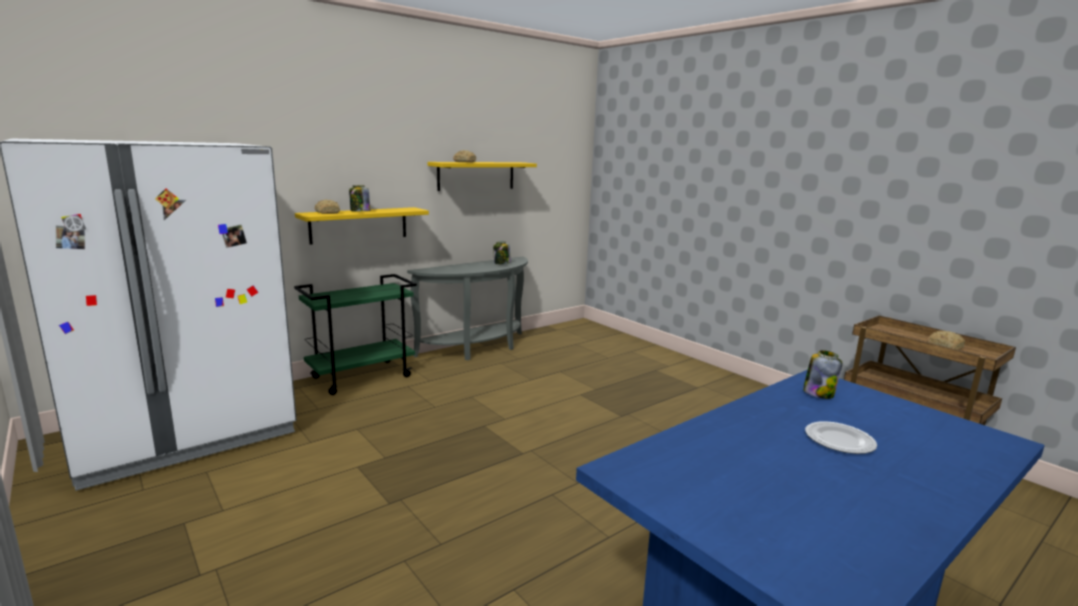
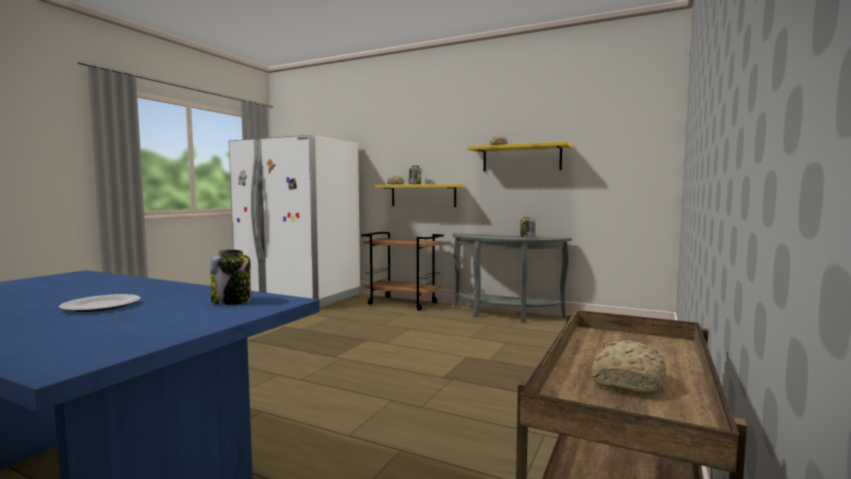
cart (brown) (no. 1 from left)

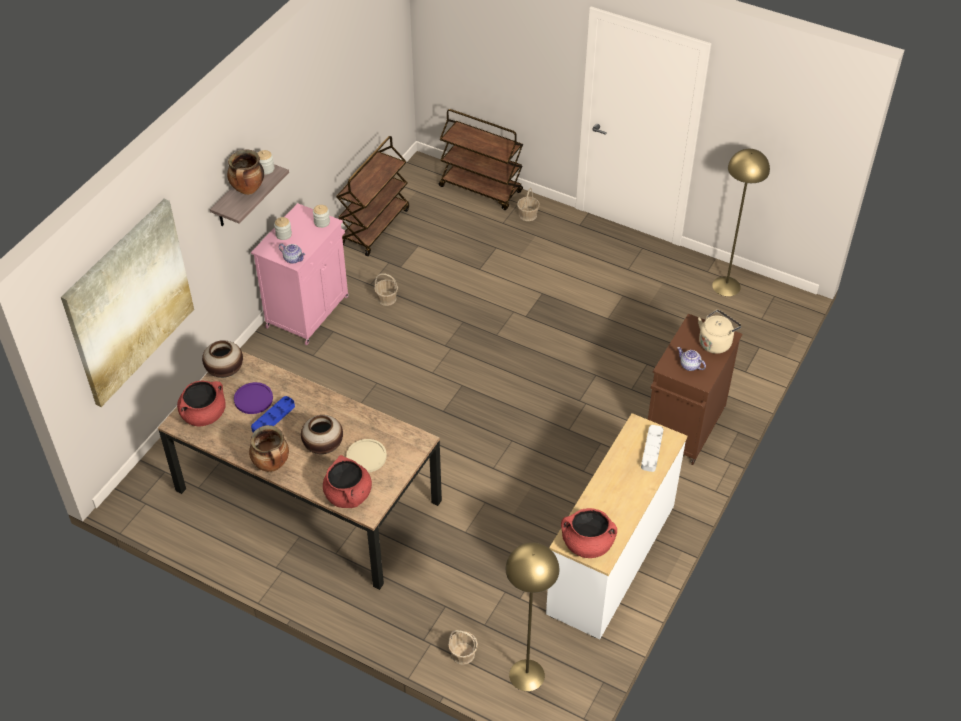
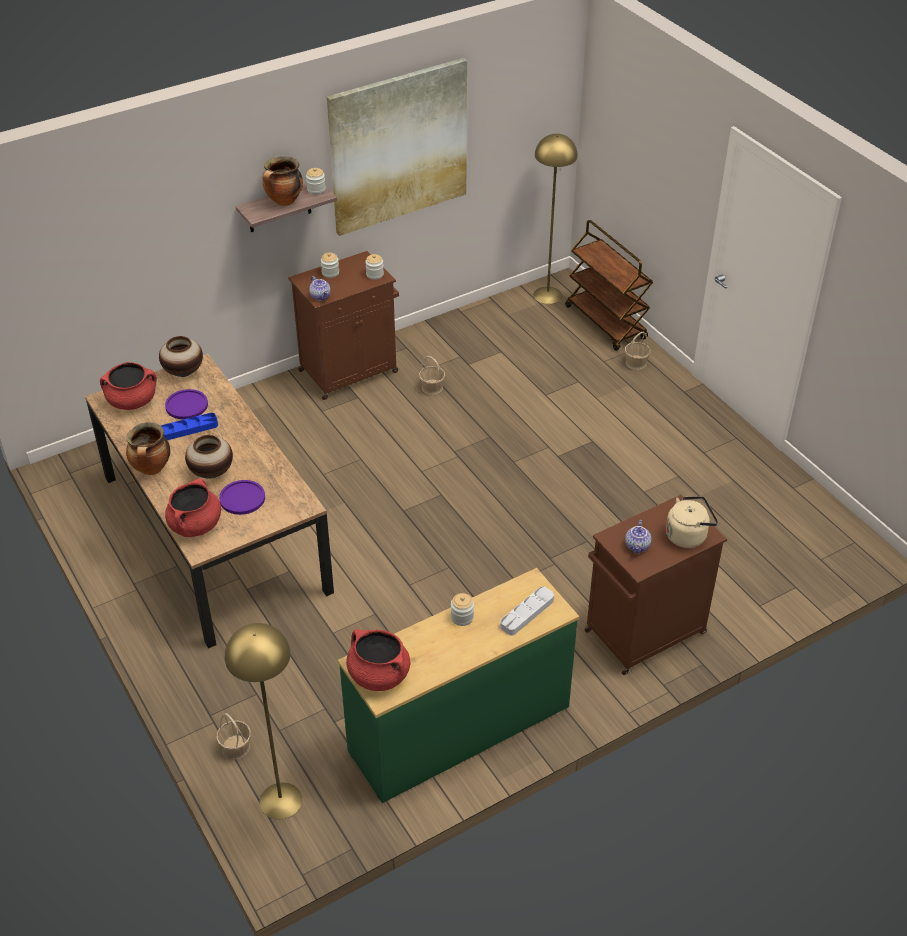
cart (brown) (no. 1 from left in the first image)
storage jar (no. 4 from left)
wall art
standard lamp (yellow) (no. 2 from left)
cabinet (brown) (no. 1 from left)
plate (purple-coloured) (no. 2 from left)
dresser (green-coloured)
tea pot (no. 2 from left)

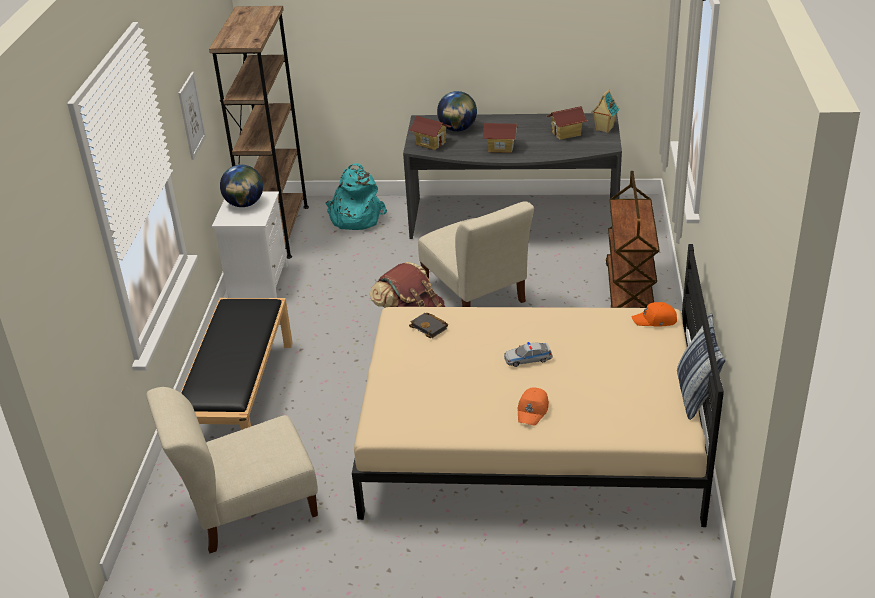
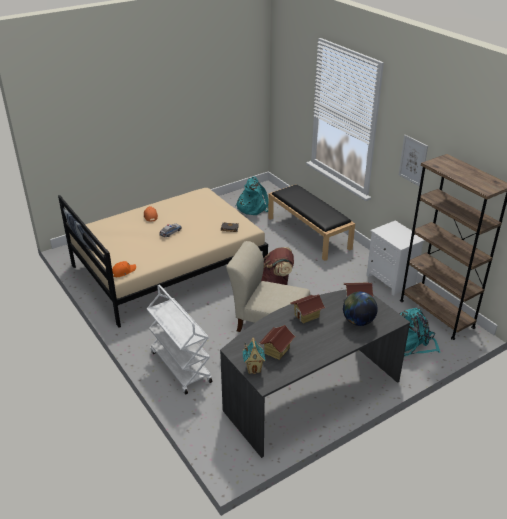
globe (no. 1 from left in the first image)
rucksack (turquoise-coloured) (no. 1 from left)
cart (white)

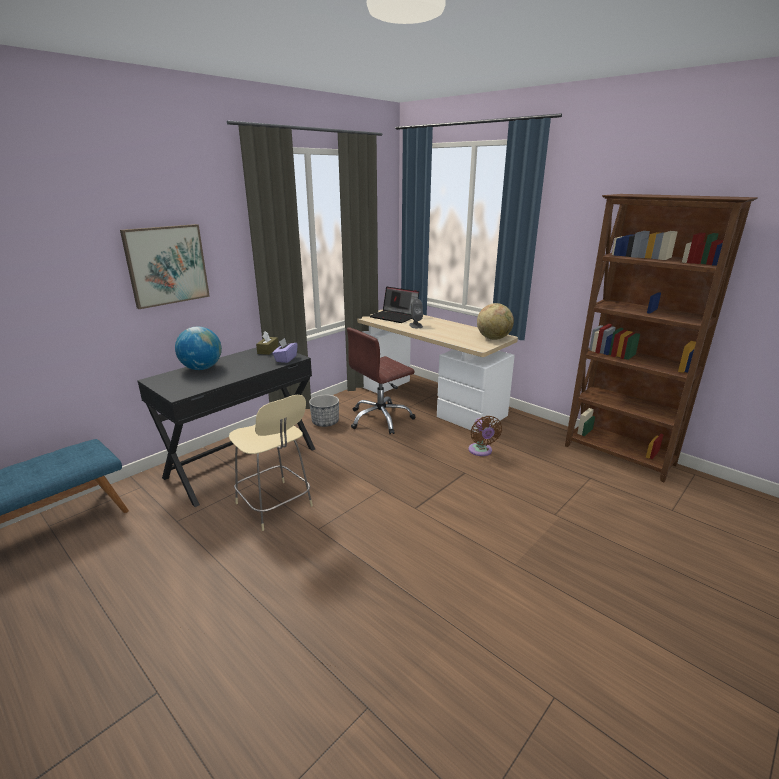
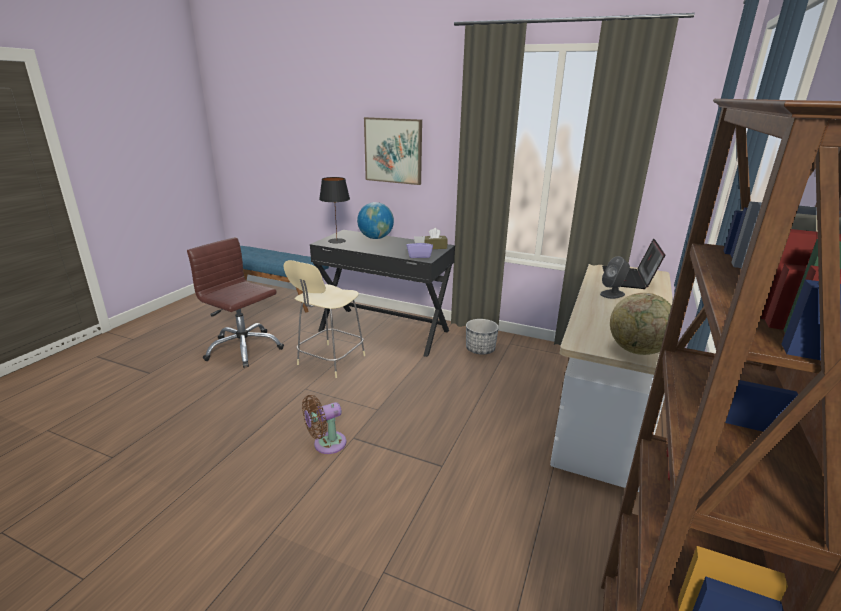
tabletop lamp (black-coloured)
computer chair (brown)
cooling fan (brown)

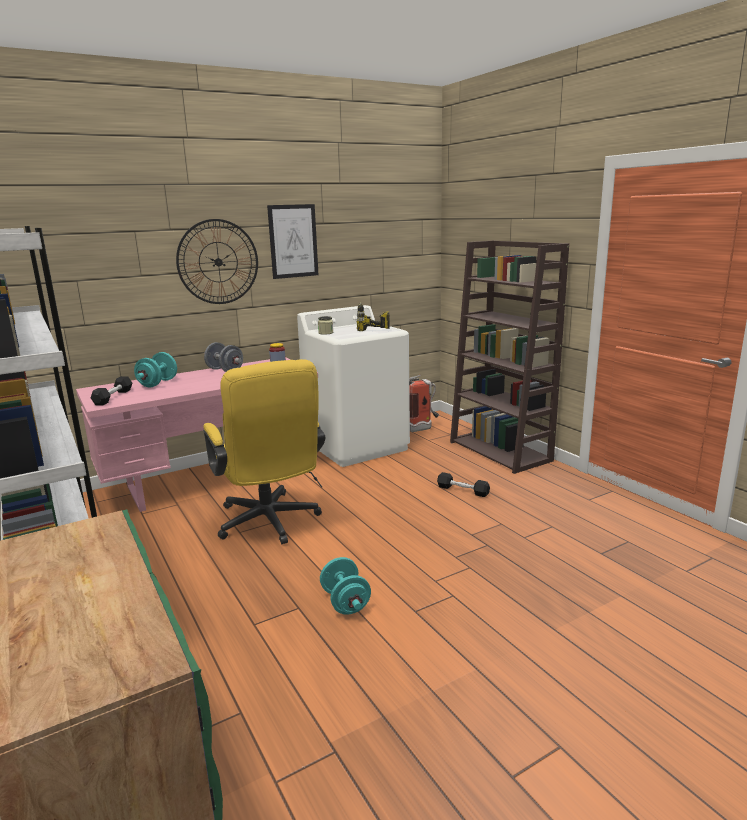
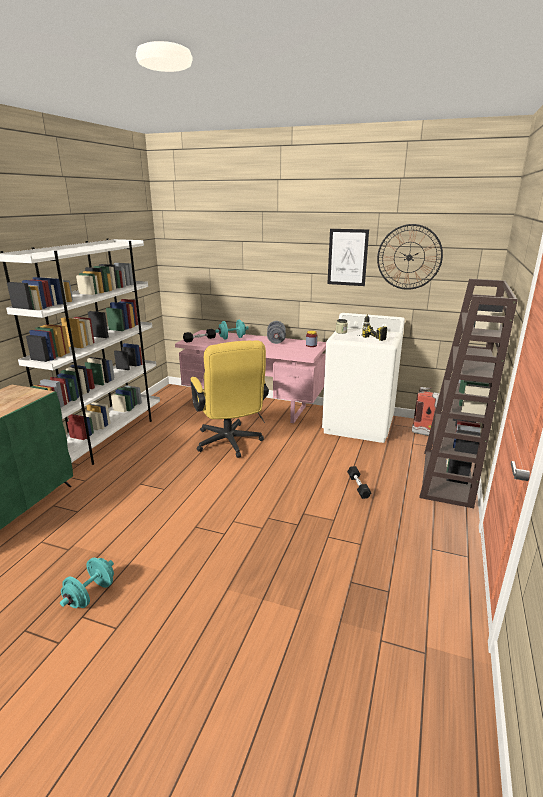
clock on the wall
dumbbell (turquoise-coloured) (no. 1 from left)
computer chair (yellow)

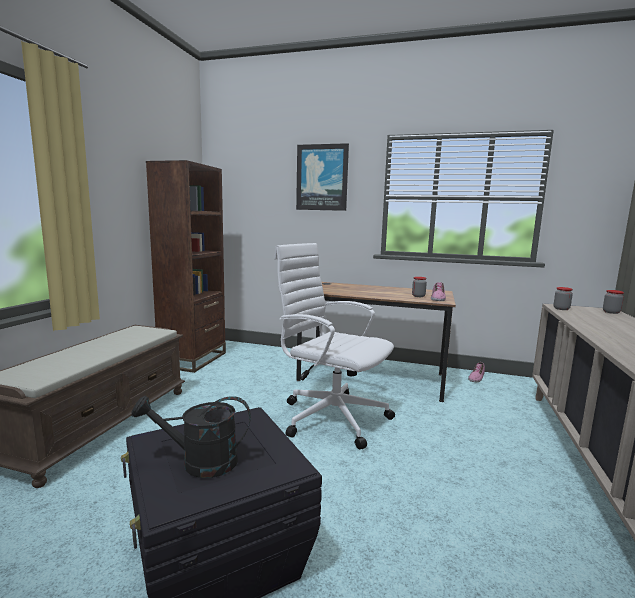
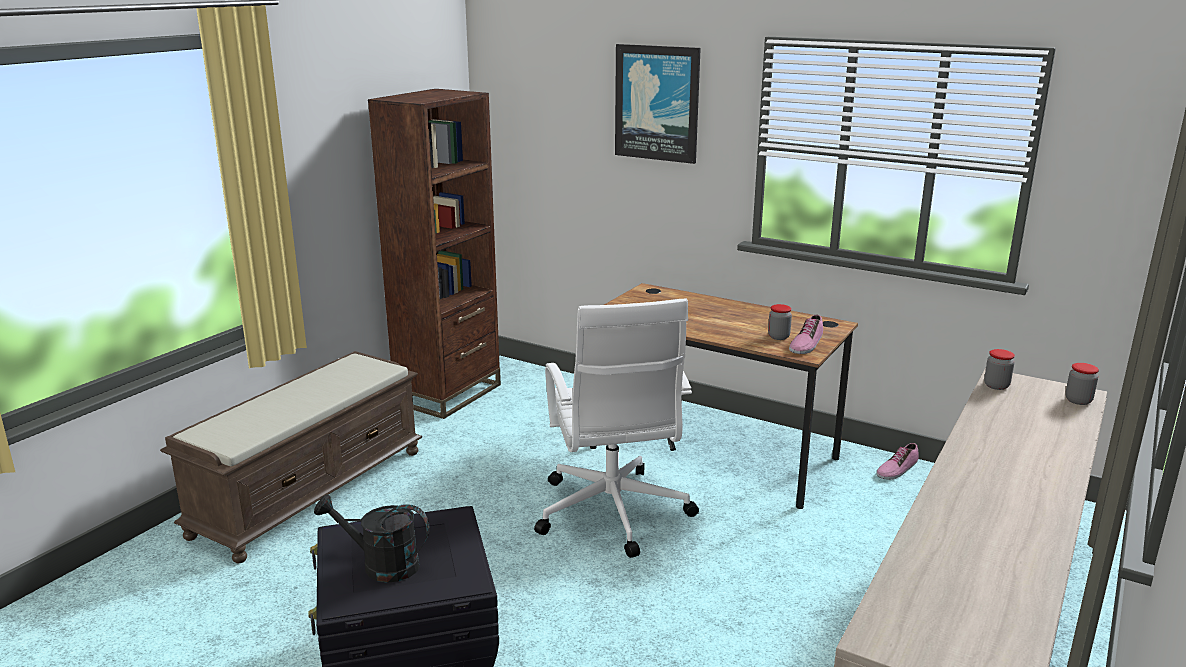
computer chair (white)

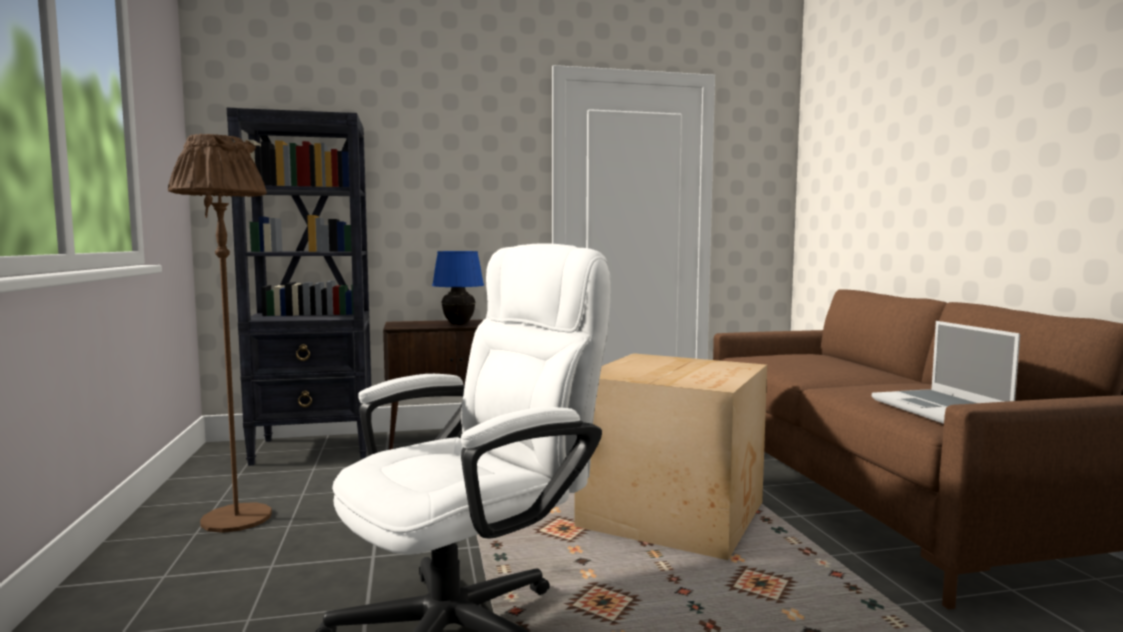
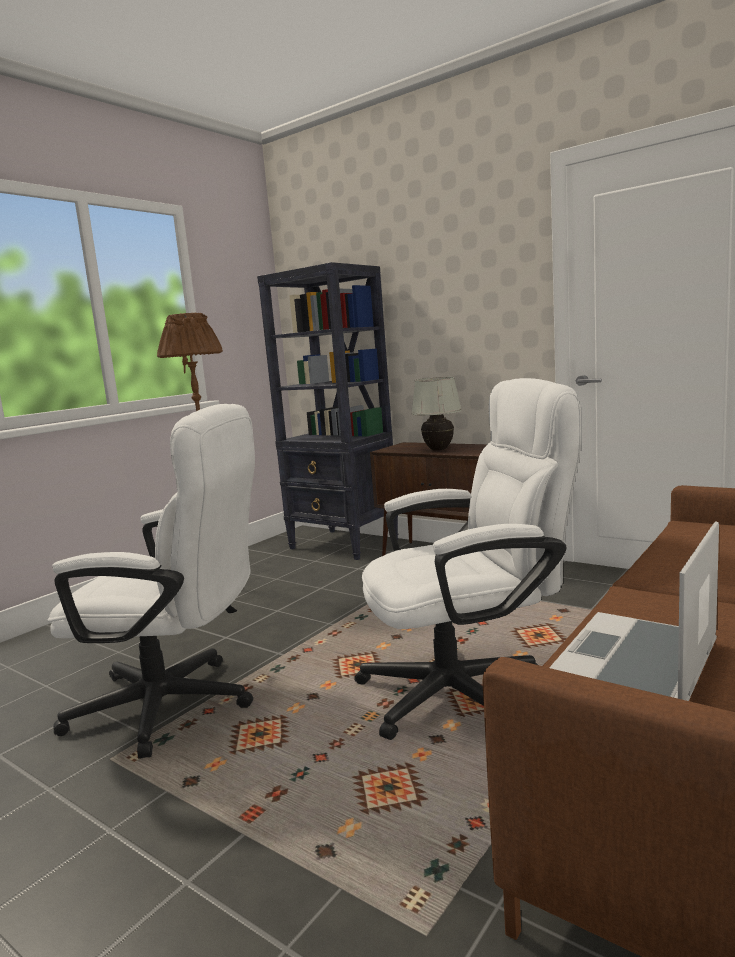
computer chair (white) (no. 2 from left)
tabletop lamp (white)

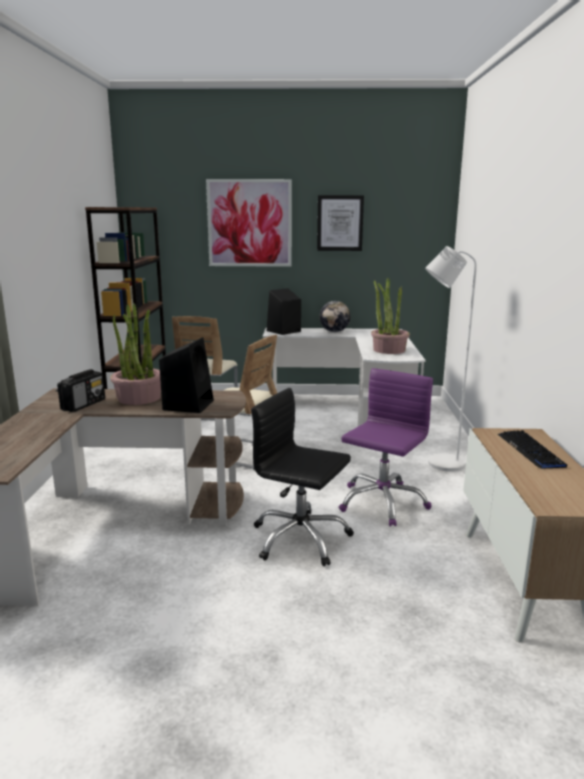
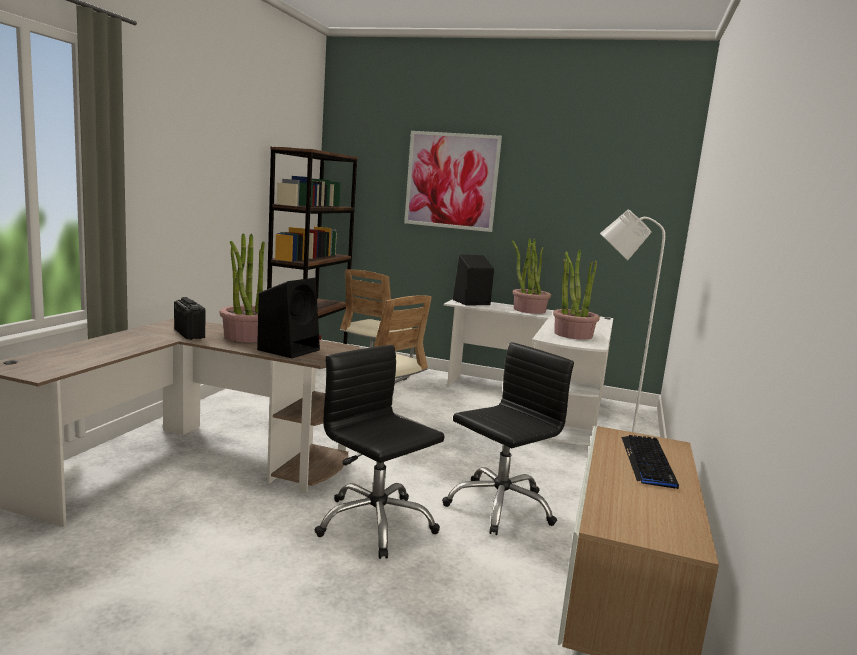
wall art (no. 2 from left in the first image)
houseplant (no. 2 from left)
computer chair (black-coloured) (no. 2 from left)
radio set

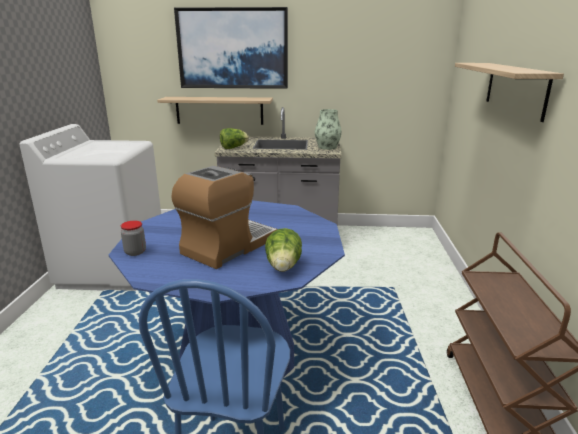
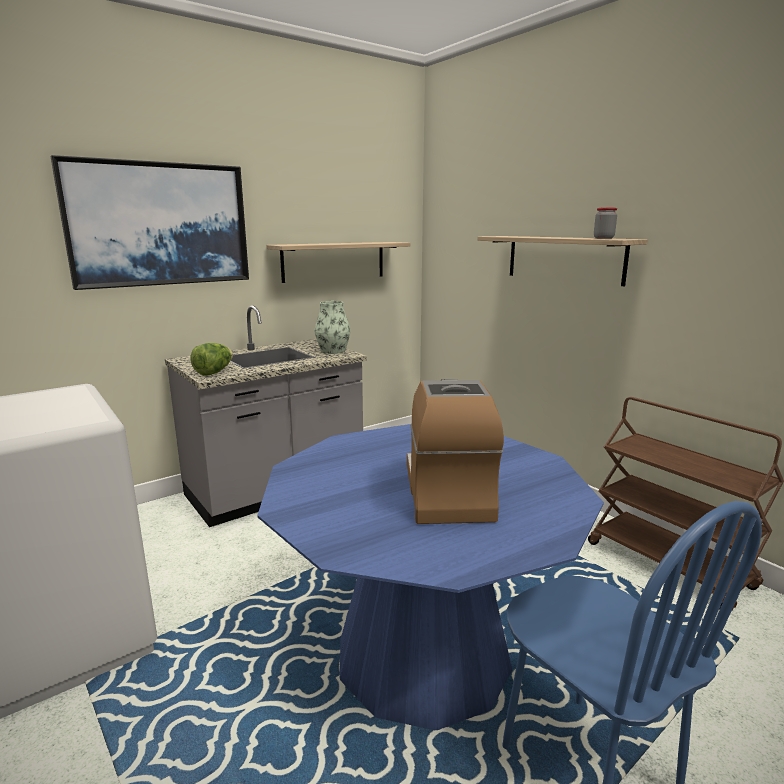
head of lettuce (no. 2 from left in the first image)
storage jar
shelf (no. 1 from left)

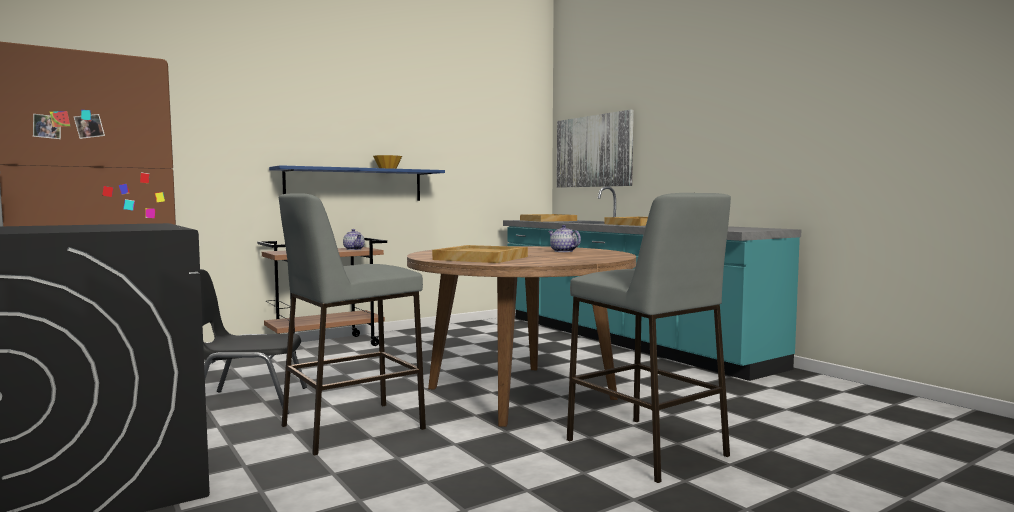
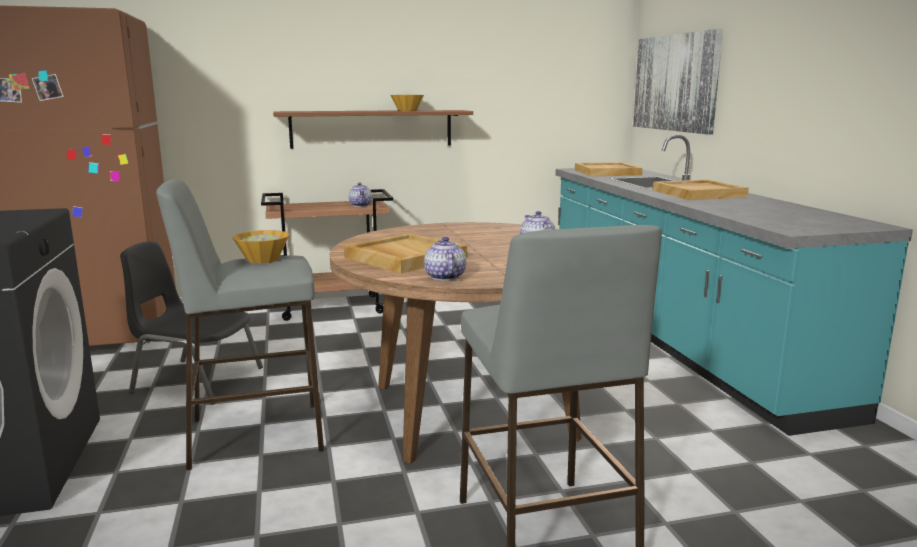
serving bowl (no. 1 from left)
tea pot (no. 2 from left)
shelf (brown)

